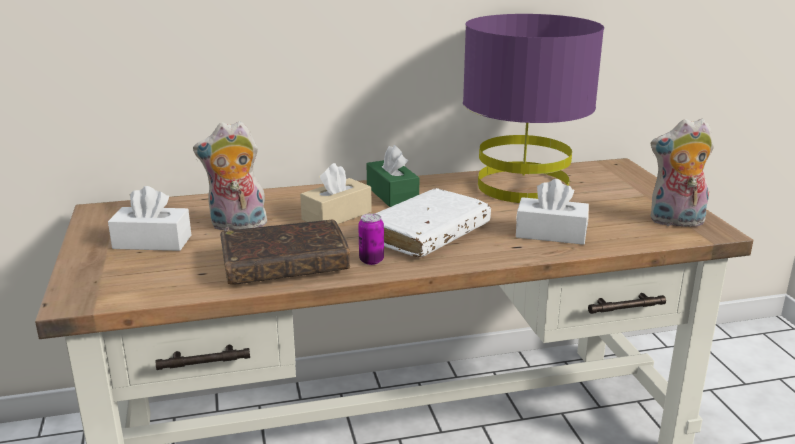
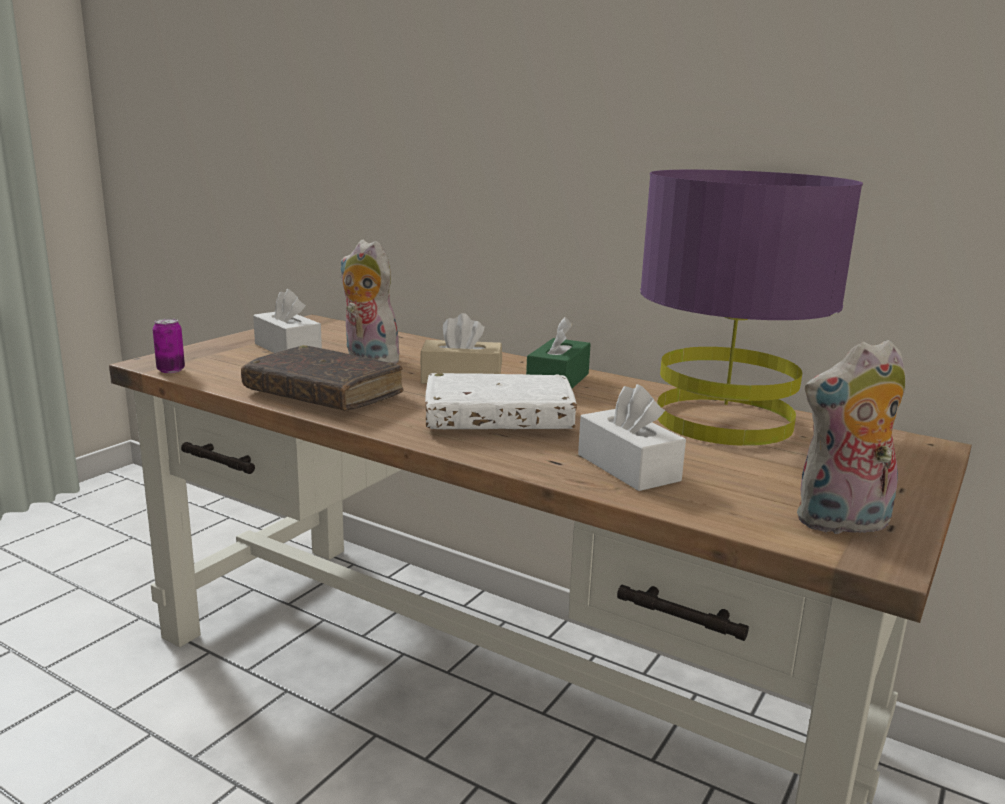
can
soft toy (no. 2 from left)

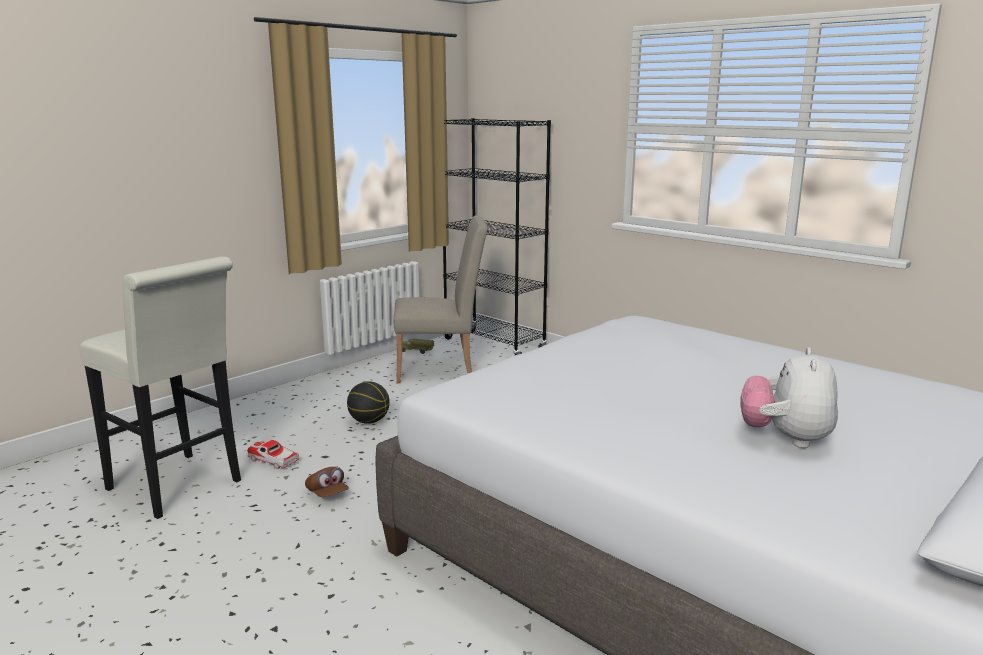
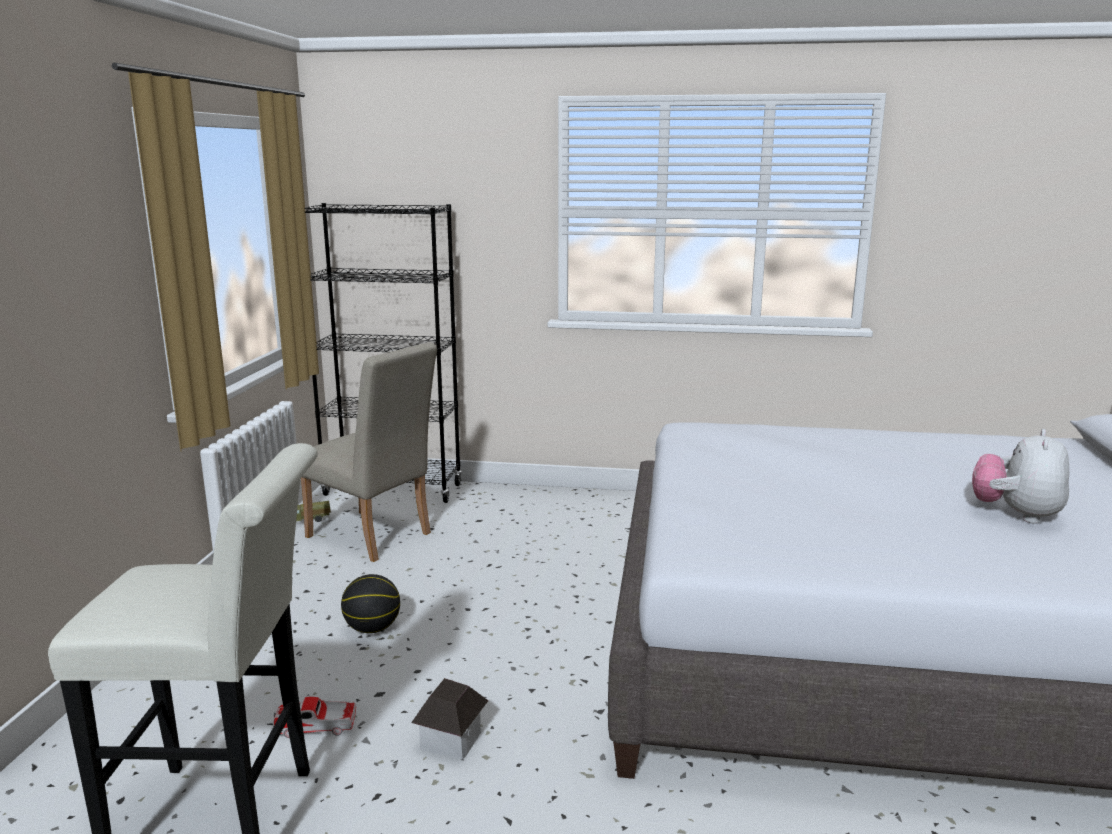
model house
plain chair (beige)
soft toy

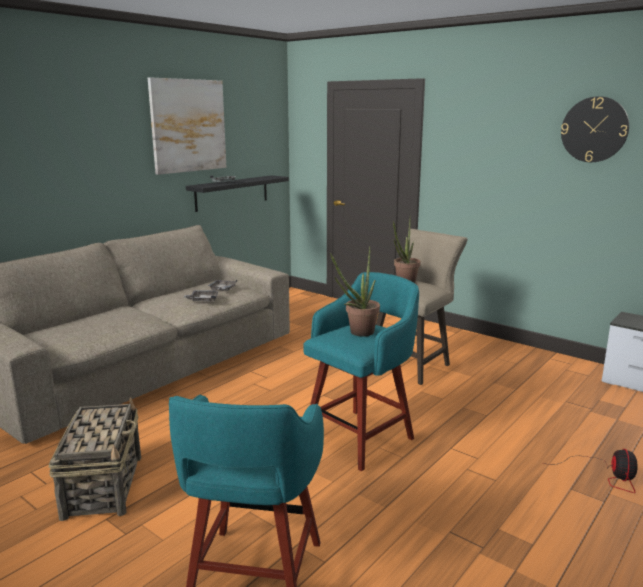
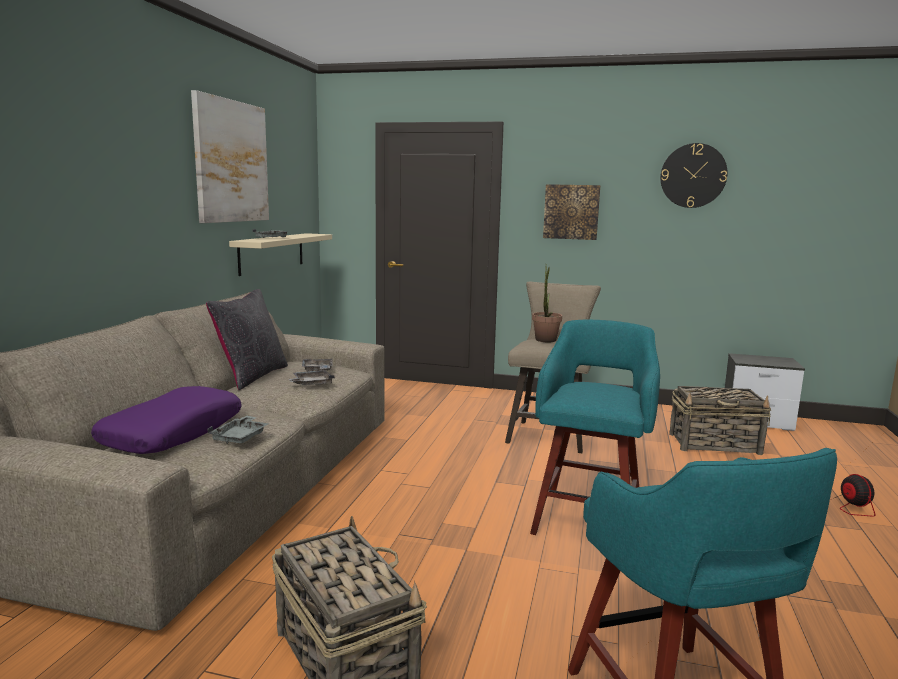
houseplant (no. 1 from left in the first image)
throw pillow (purple-coloured)
throw pillow (black-coloured)
carrying tray (gray) (no. 1 from left)
wall art (no. 2 from left)
basket (no. 2 from left)
shelf (beige)

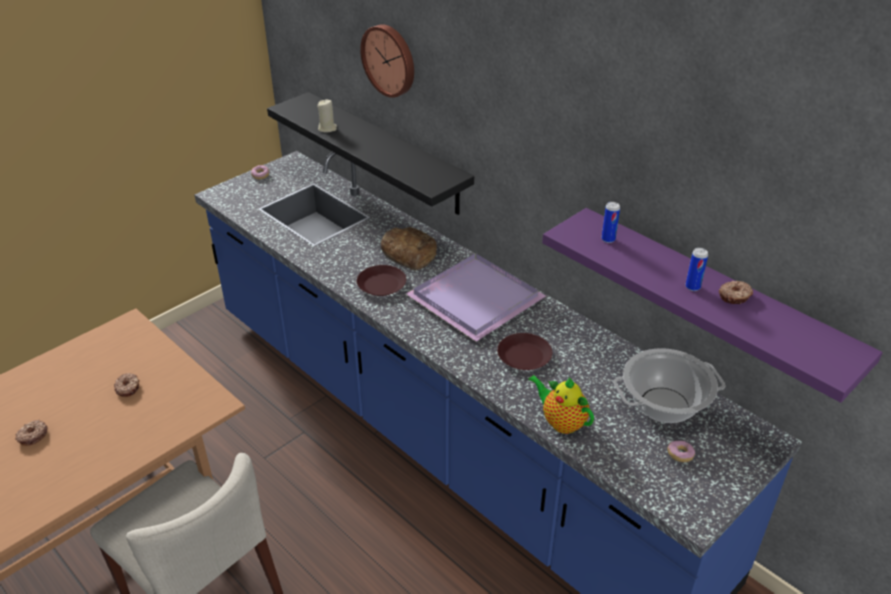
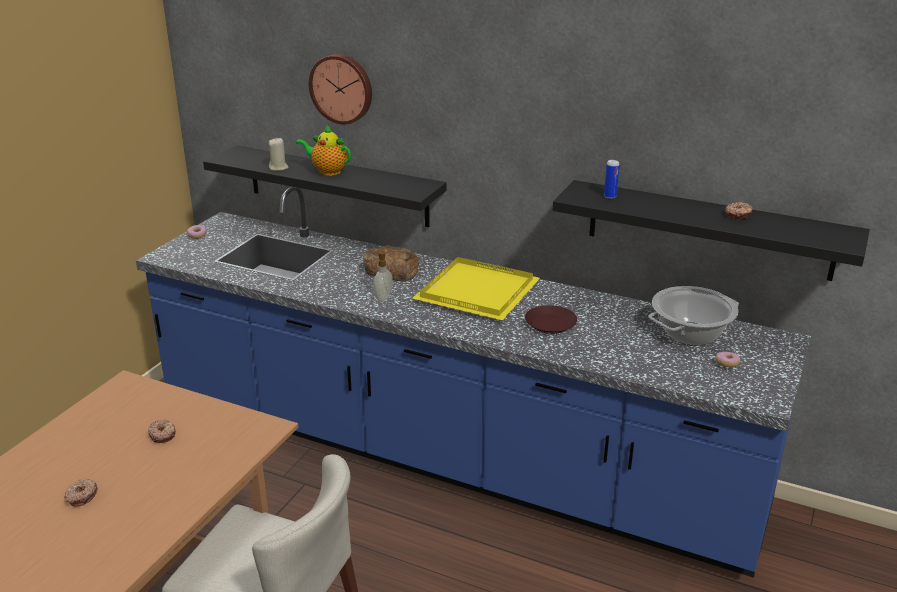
can (no. 2 from left in the first image)
tea pot
soap bottle
carrying tray (yellow)
shelf (black-coloured) (no. 2 from left)

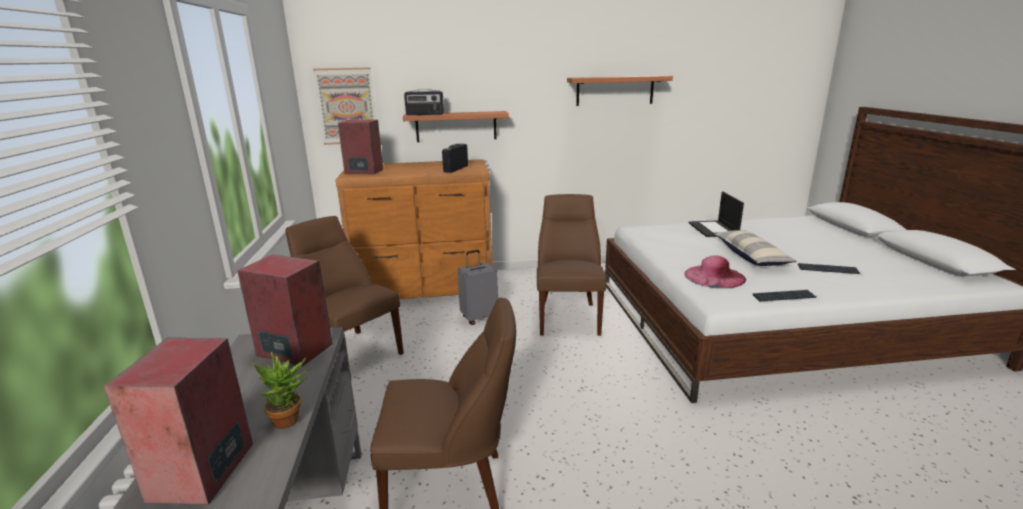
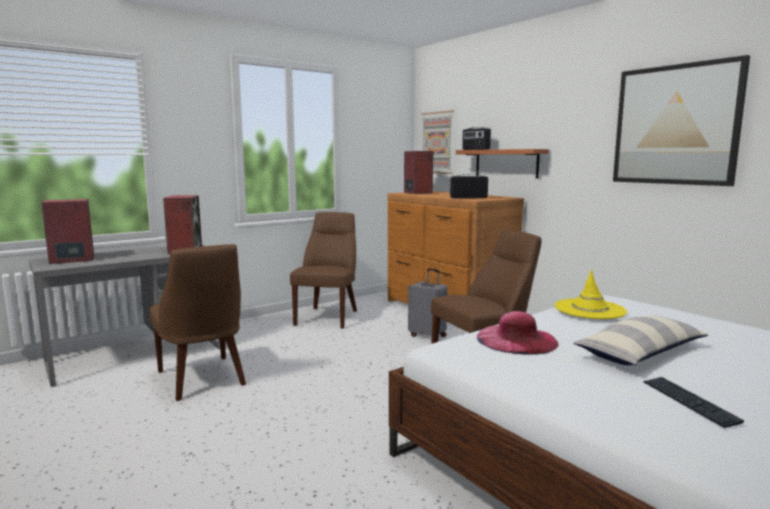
houseplant
portable computer
keyboard (no. 1 from left in the first image)
clothing hat (yellow)
wall art (no. 2 from left)

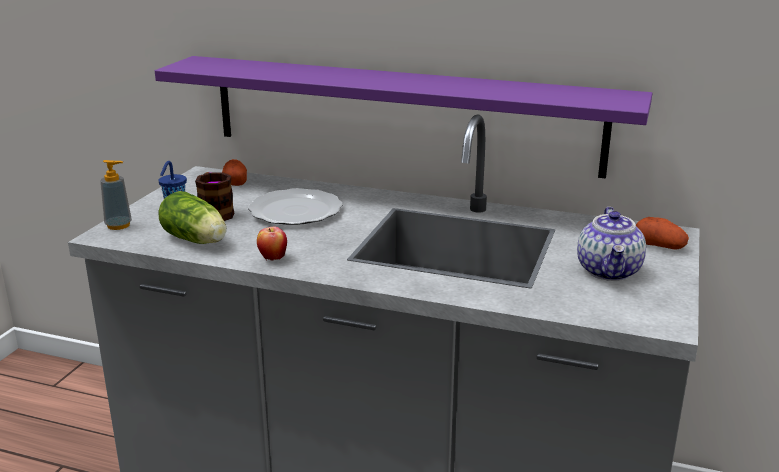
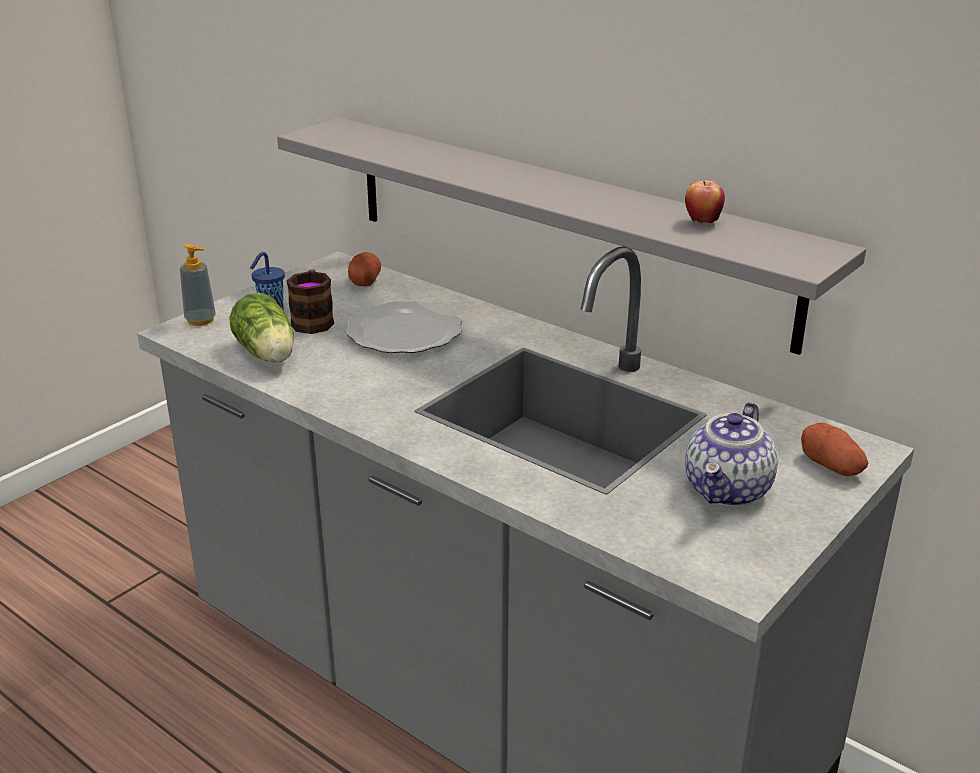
whole apple
shelf (gray)

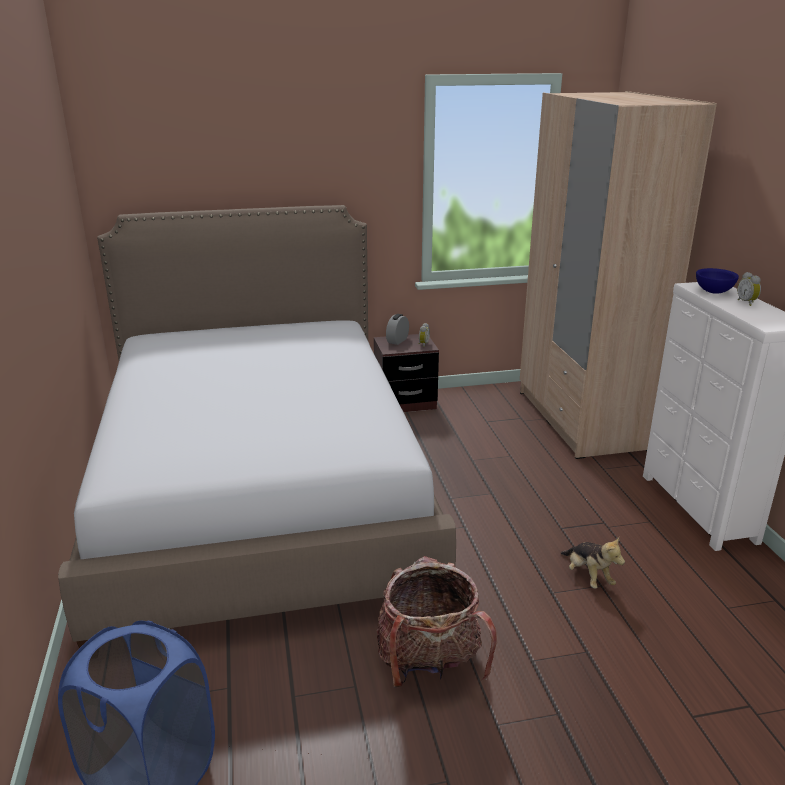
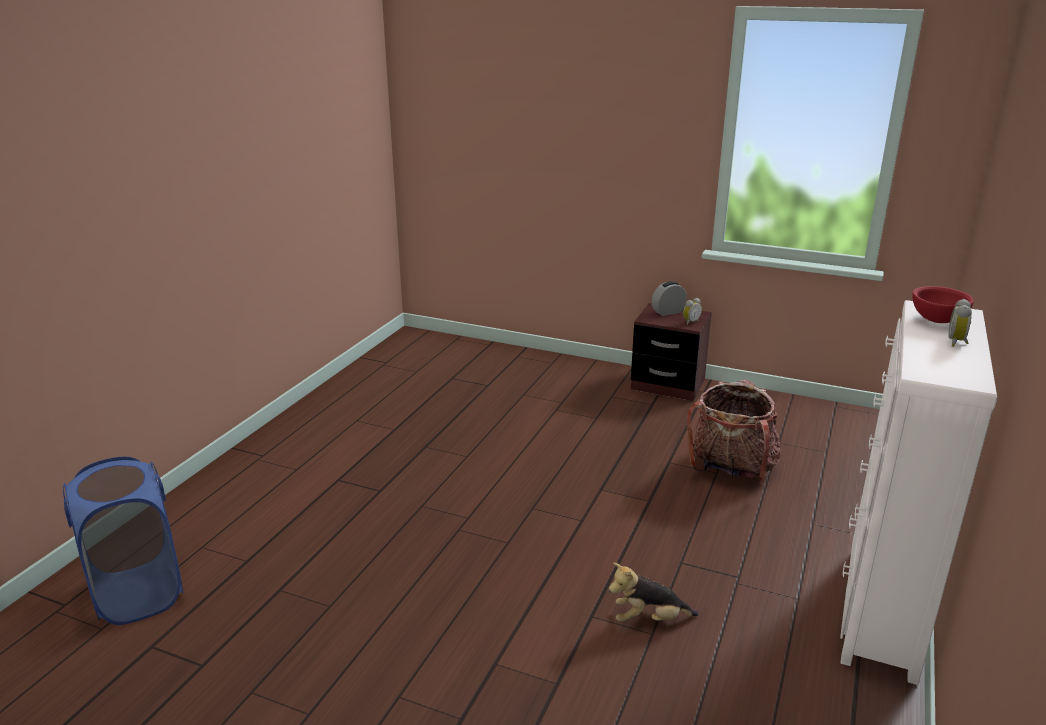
bedroom bed
clothes cupboard (beige)
rucksack
serving bowl (red-coloured)
soft toy

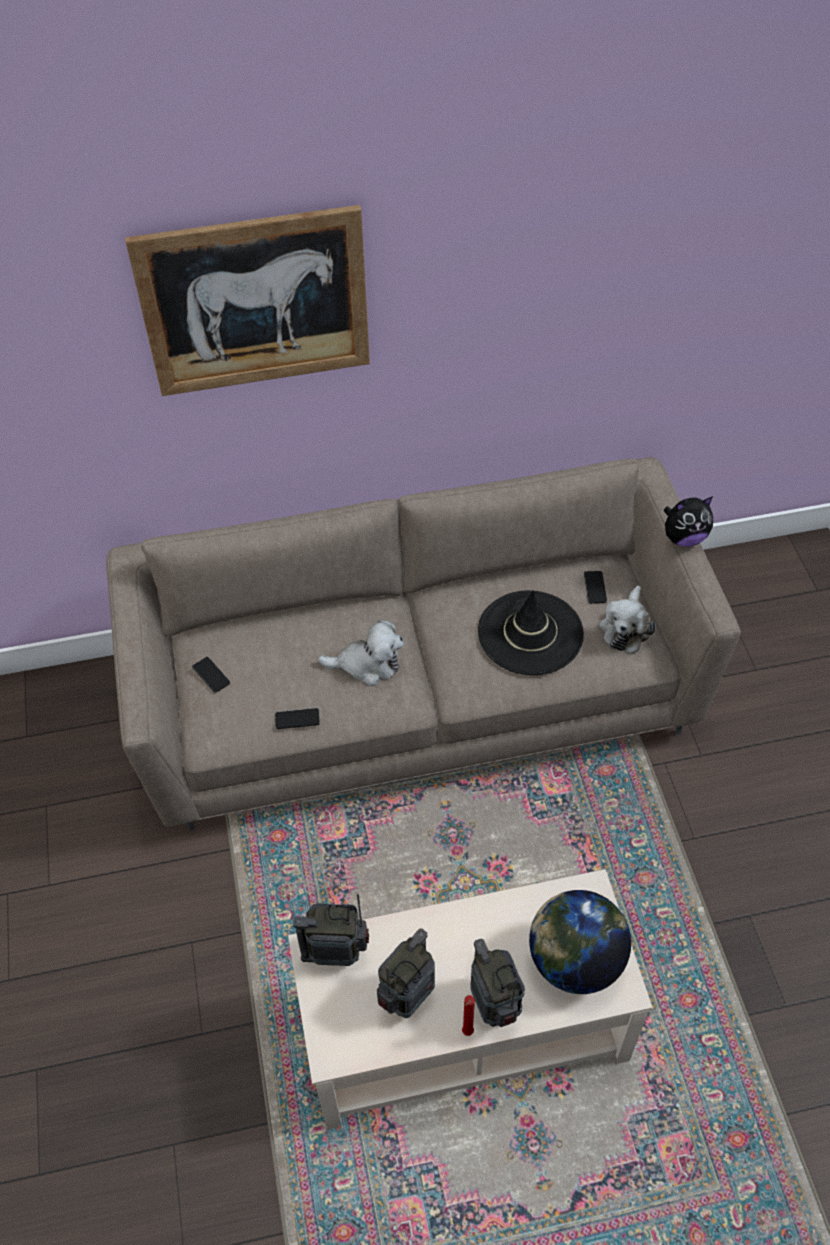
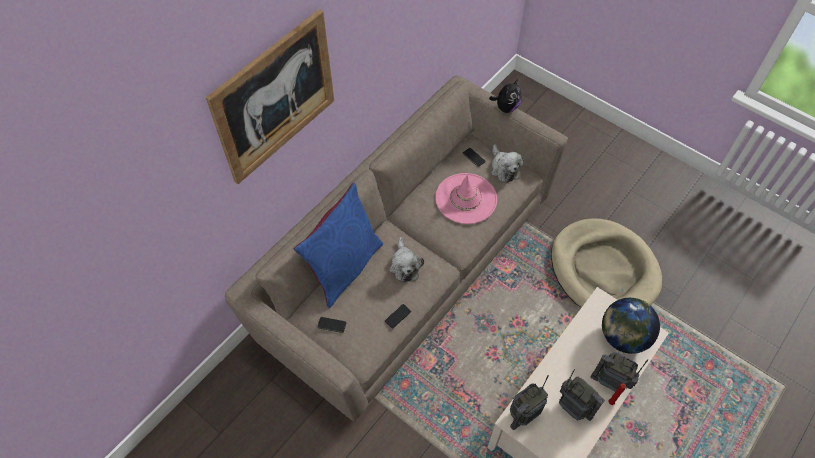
throw pillow (bluish)
dog bed (beige)
clothing hat (pink)
soft toy (no. 1 from left)
radio set (no. 2 from left)

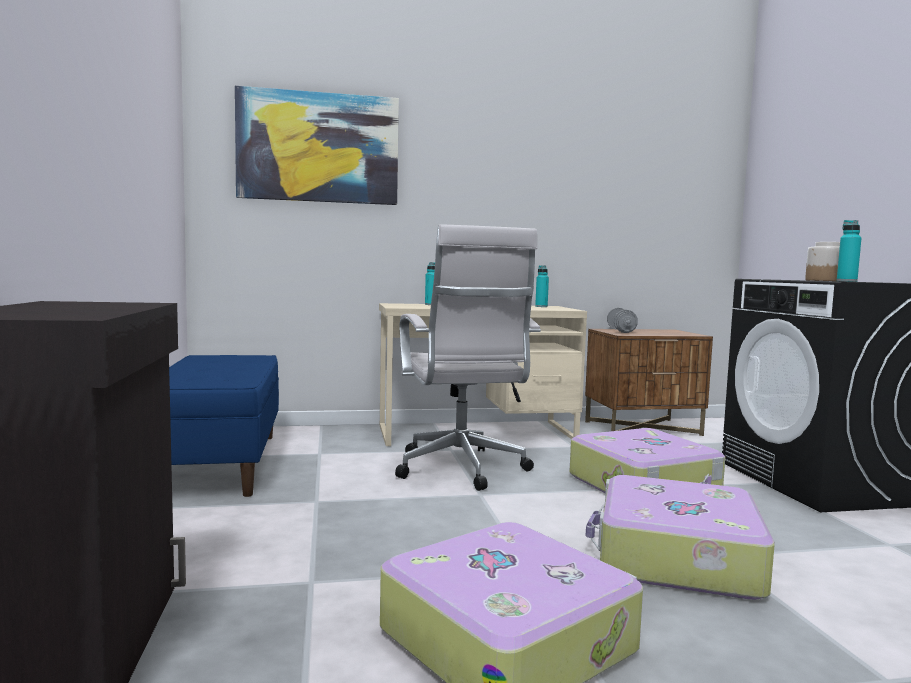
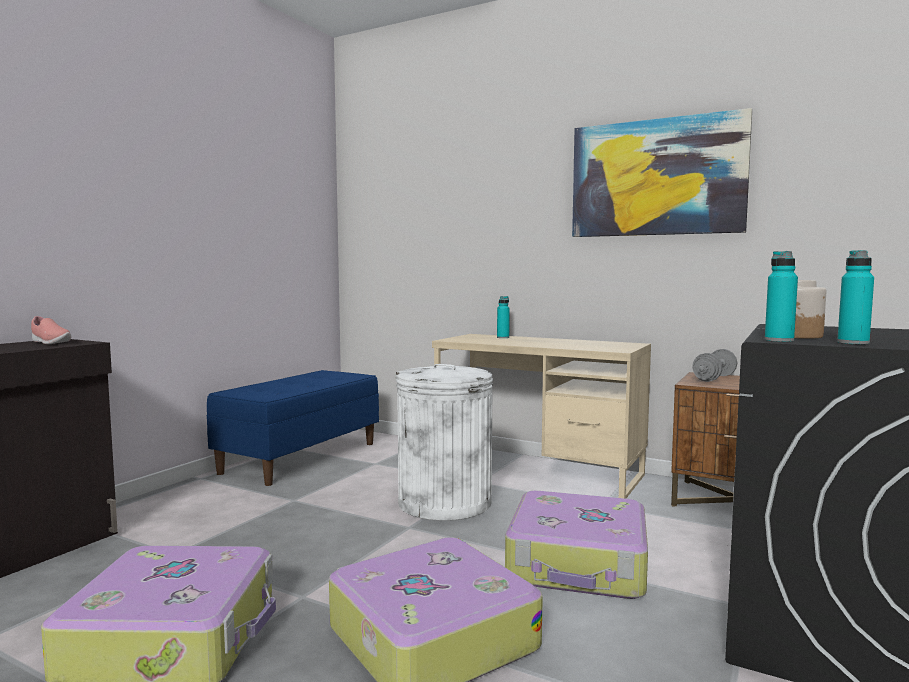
item of footwear (pink)
wall art
beverage bottle (turquoise-coloured) (no. 3 from left)
waste bin (white)

